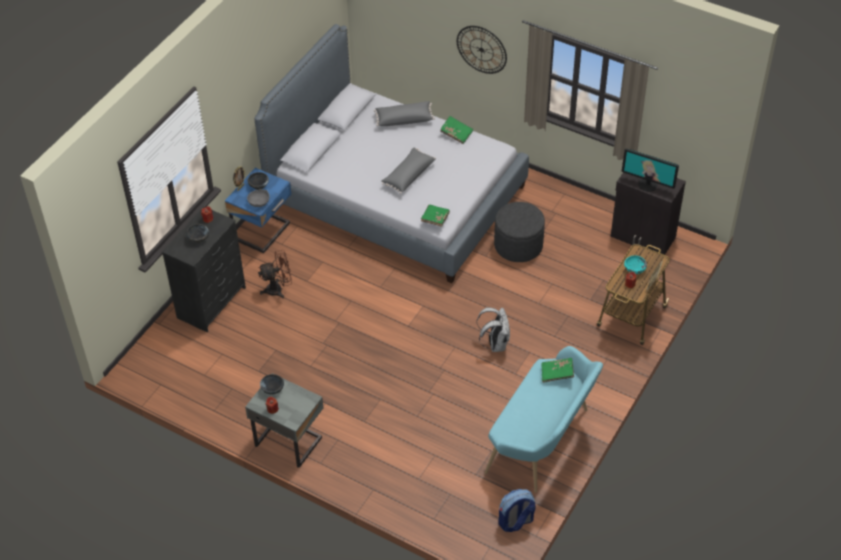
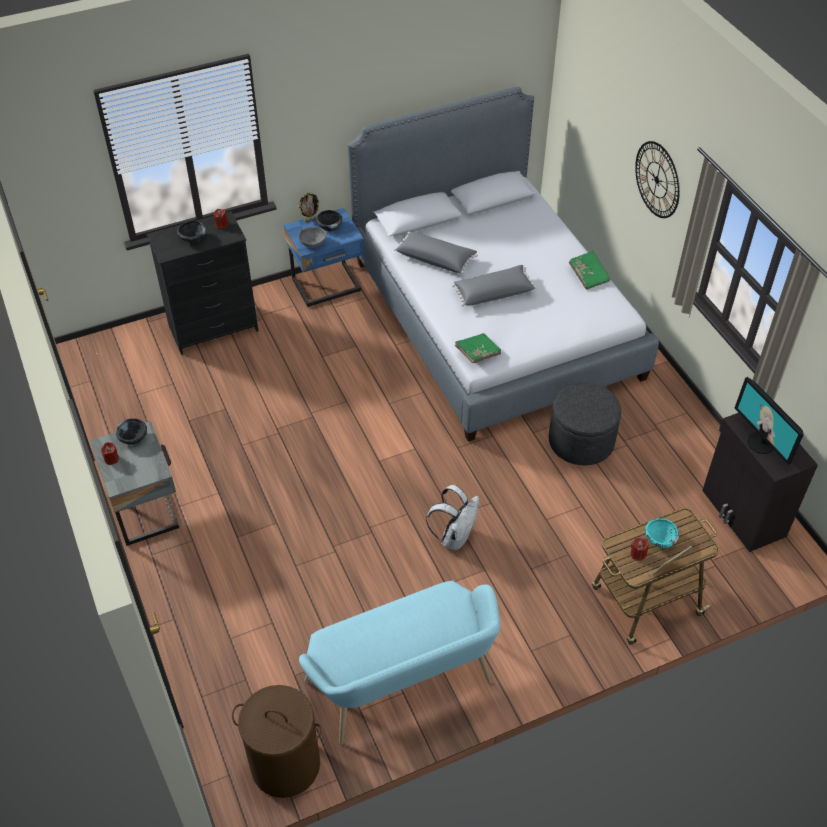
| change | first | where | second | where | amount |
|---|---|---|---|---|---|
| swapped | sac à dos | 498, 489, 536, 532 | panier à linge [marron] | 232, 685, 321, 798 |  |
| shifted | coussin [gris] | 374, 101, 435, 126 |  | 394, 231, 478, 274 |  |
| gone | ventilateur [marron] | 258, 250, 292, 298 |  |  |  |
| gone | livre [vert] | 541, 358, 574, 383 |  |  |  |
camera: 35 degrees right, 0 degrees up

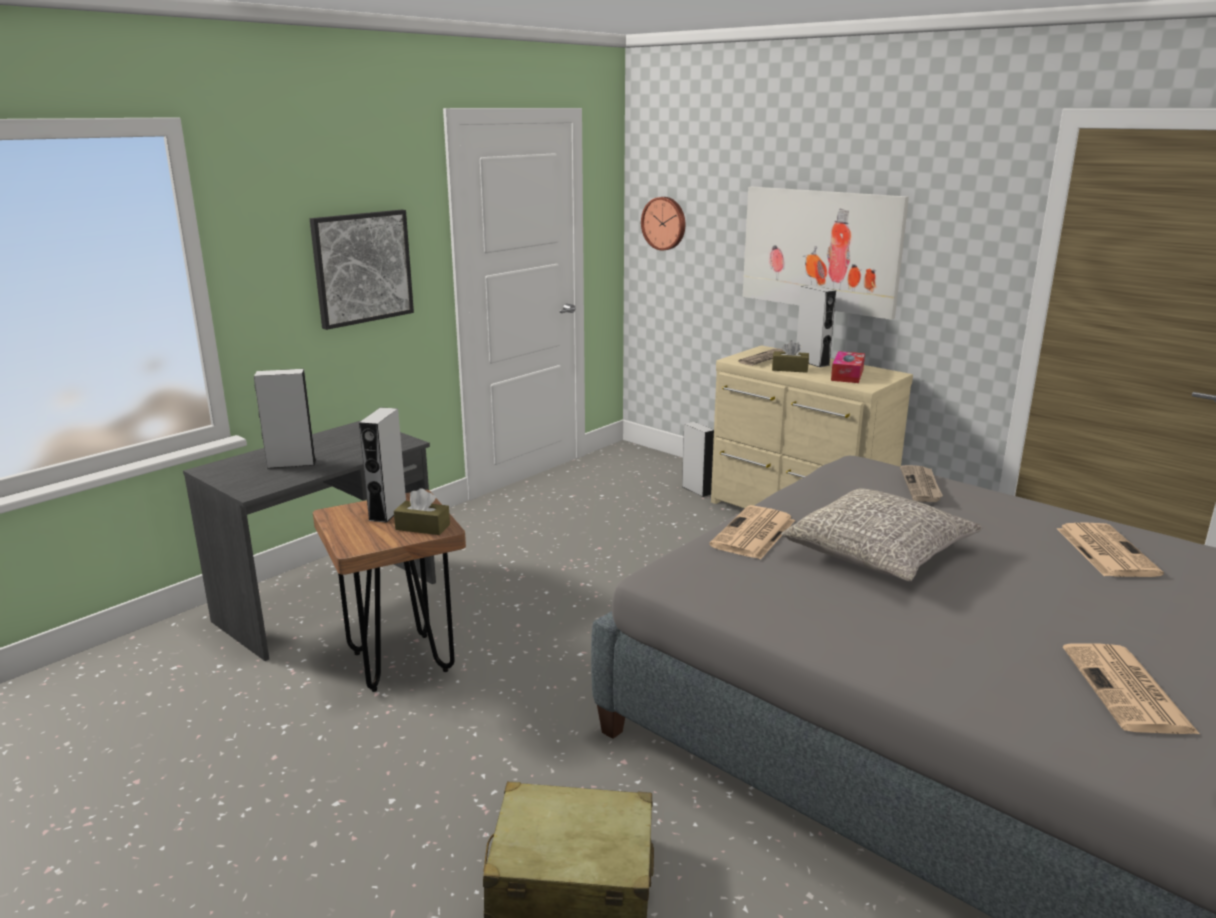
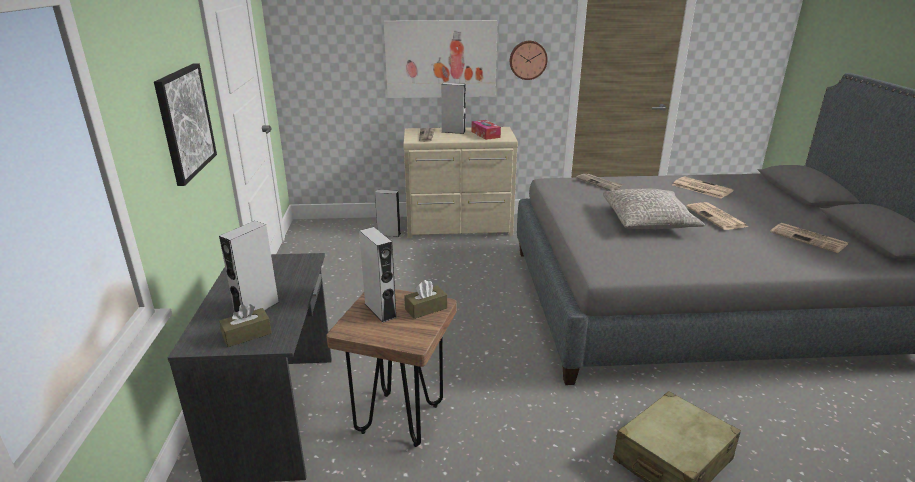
| change | first | where | second | where | amount |
|---|---|---|---|---|---|
| shifted | boîte à mouchoirs [marron] | 772, 340, 809, 373 |  | 219, 304, 272, 347 |  |
| shifted | horloge murale | 641, 197, 685, 251 |  | 510, 41, 548, 80 |  |
| shifted | journal | 709, 505, 795, 560 |  | 686, 202, 749, 230 |  |
camera: 45 degrees left, 5 degrees up

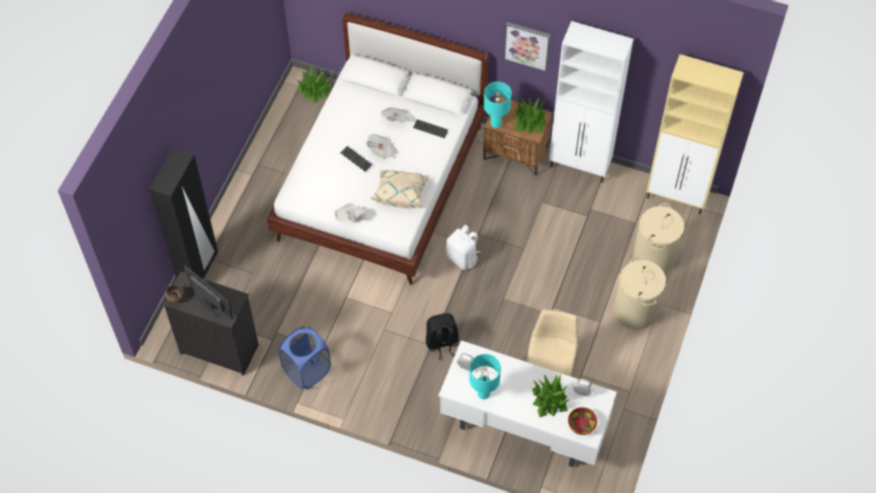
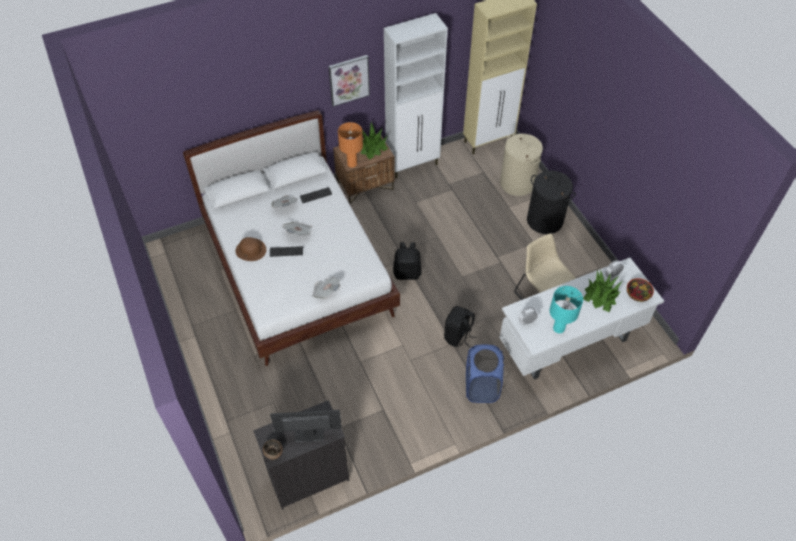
| change | first | where | second | where | amount |
|---|---|---|---|---|---|
| new |  |  | chapeau [marron] | 235, 237, 266, 261 |  |
| repainted | lampe de table [turquoise] | 484, 82, 512, 128 | lampe de table [orange] | 338, 122, 363, 168 |  |
| repainted | sac à dos [blanc] | 446, 225, 480, 270 | sac à dos [noir] | 393, 242, 422, 280 |  |
| shifted | panier à linge [bleu] | 279, 327, 331, 389 |  | 466, 345, 504, 403 |  |
| repainted | panier à linge [beige] | 614, 257, 666, 330 | panier à linge [noir] | 527, 170, 576, 234 |  |
| gone | armoire [noir] | 149, 148, 218, 279 |  |  |  |
| gone | plante en pot | 297, 65, 332, 104 |  |  |  |
| gone | coussin [beige] | 370, 170, 429, 208 |  |  |  |
camera: 45 degrees left, 5 degrees down

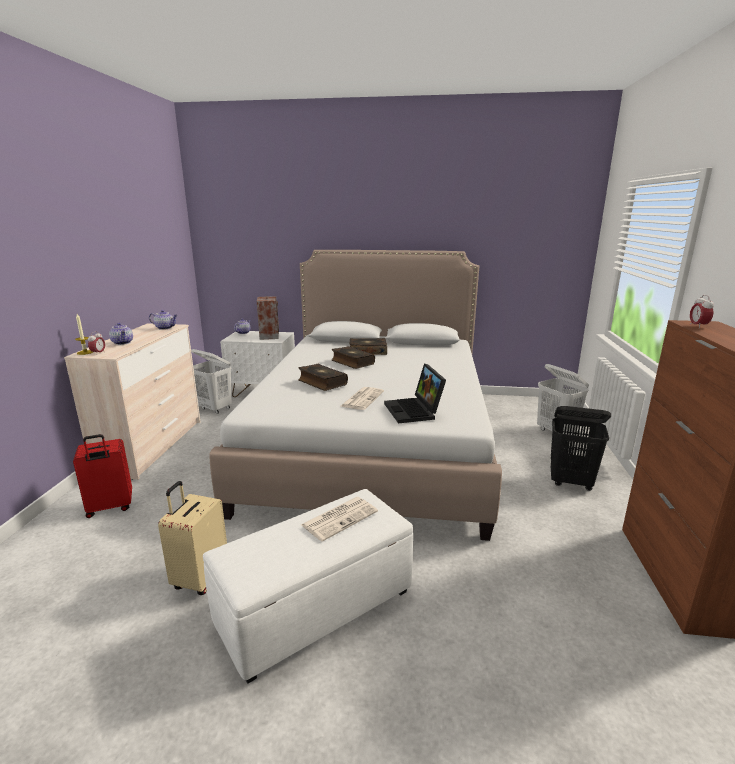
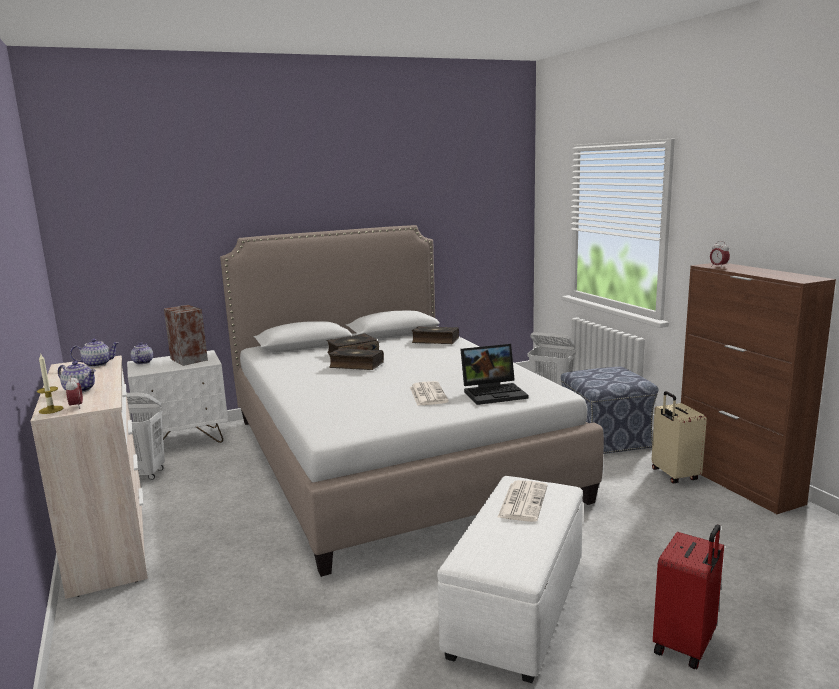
| change | first | where | second | where | amount |
|---|---|---|---|---|---|
| shifted | livre | 298, 364, 348, 391 |  | 412, 326, 459, 344 |  |
| rotated | ordinateur portable | 384, 364, 446, 423 |  | 460, 344, 528, 405 | 60 degrees counterclockwise |
| swapped | panier à linge [noir] | 551, 406, 611, 491 | pouf | 561, 367, 658, 454 |  |
| shifted | valise [beige] | 158, 481, 227, 595 |  | 652, 391, 707, 483 |  |
| shifted | valise [rouge] | 73, 434, 132, 518 |  | 653, 524, 724, 669 |  |
camera: 30 degrees left, 5 degrees down

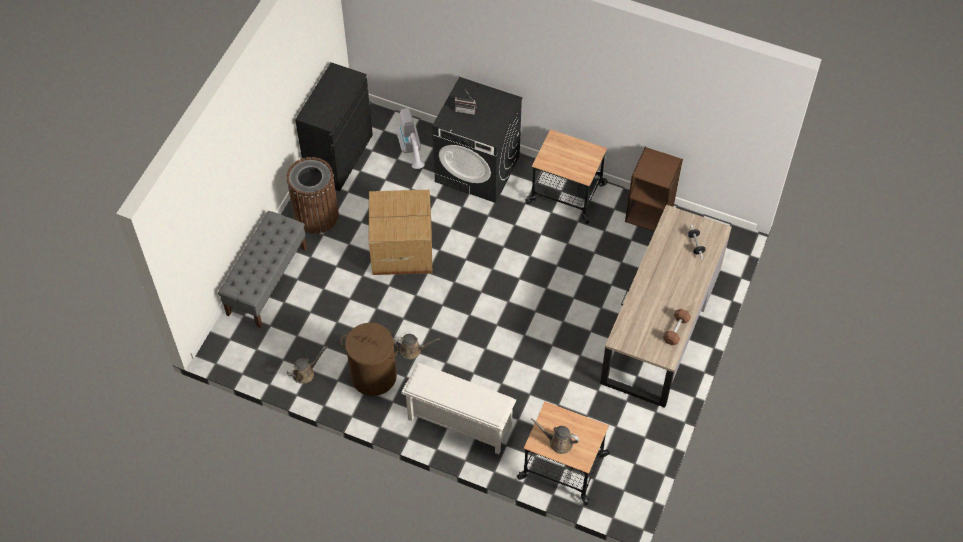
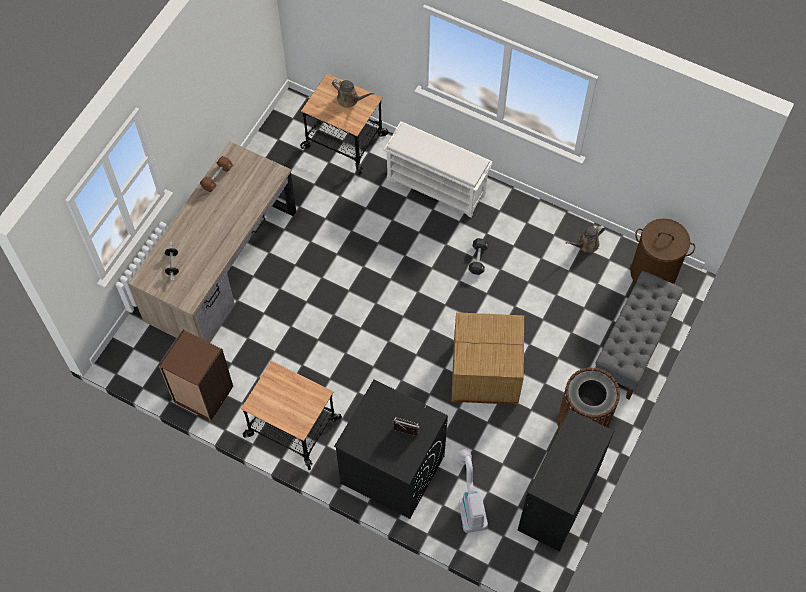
| change | first | where | second | where | amount |
|---|---|---|---|---|---|
| swapped | arrosoir [marron] | 394, 334, 440, 359 | haltère [noir] | 468, 238, 489, 275 |  |
| shifted | panier à linge [marron] | 340, 323, 399, 396 |  | 630, 218, 695, 284 |  |
camera: 175 degrees left, 5 degrees up

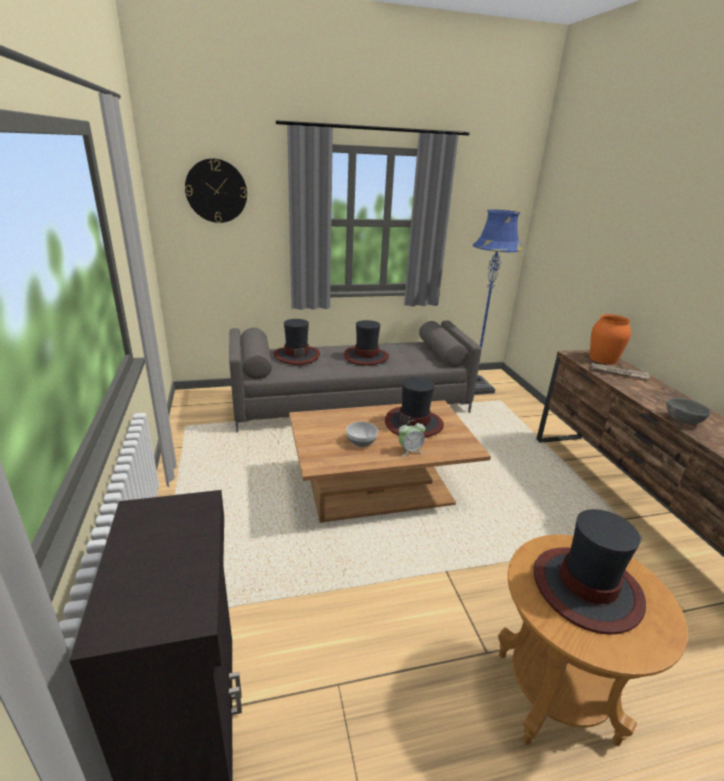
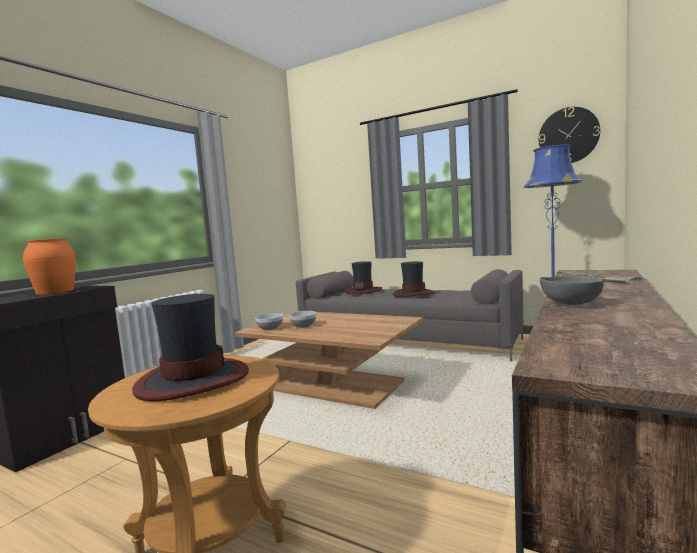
| change | first | where | second | where | amount |
|---|---|---|---|---|---|
| shifted | vase [orange] | 590, 314, 631, 364 |  | 23, 238, 76, 295 |  |
| new |  |  | bol | 255, 313, 283, 330 |  |
| shifted | horloge murale | 185, 158, 247, 223 |  | 539, 107, 600, 163 |  |
| gone | chapeau | 385, 377, 444, 438 |  |  |  |
| gone | réveil | 399, 420, 425, 456 |  |  |  |
camera: 45 degrees right, 20 degrees down

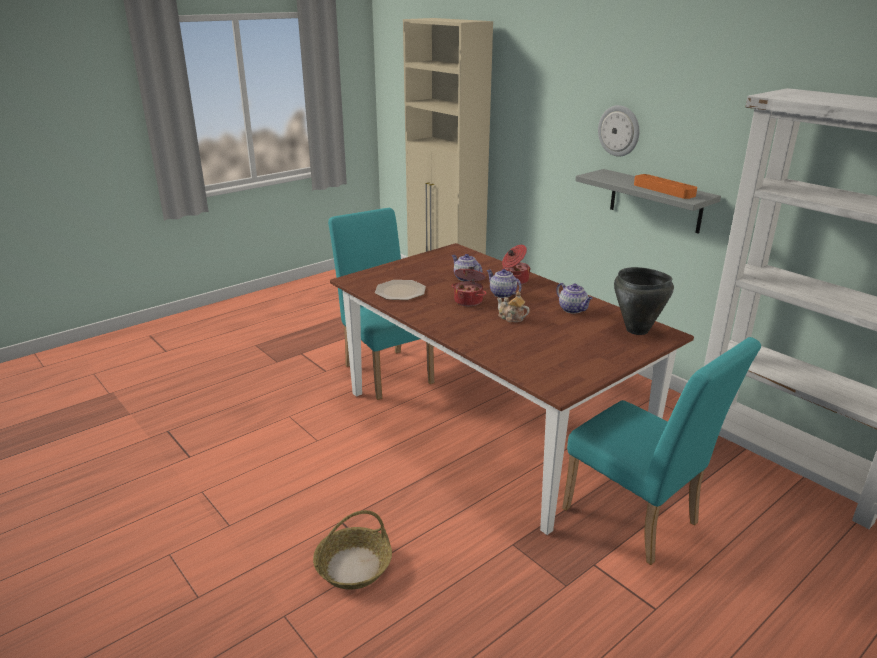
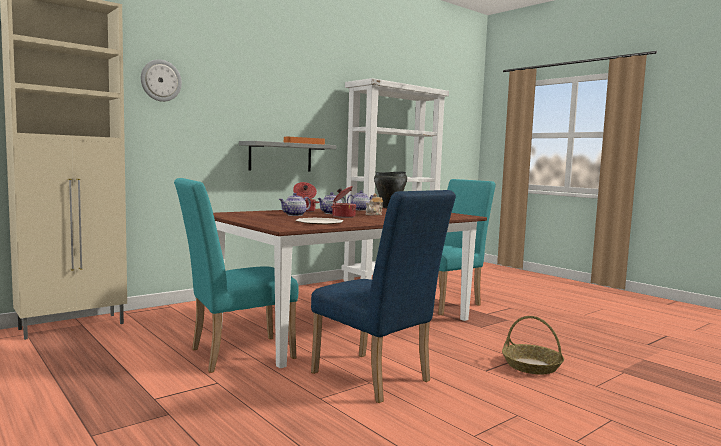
| change | first | where | second | where | amount |
|---|---|---|---|---|---|
| shifted | horloge murale | 598, 105, 640, 157 |  | 141, 59, 182, 102 |  |
| new |  |  | chaise [bleu] | 311, 190, 456, 403 |  |
camera: 90 degrees left, 20 degrees down

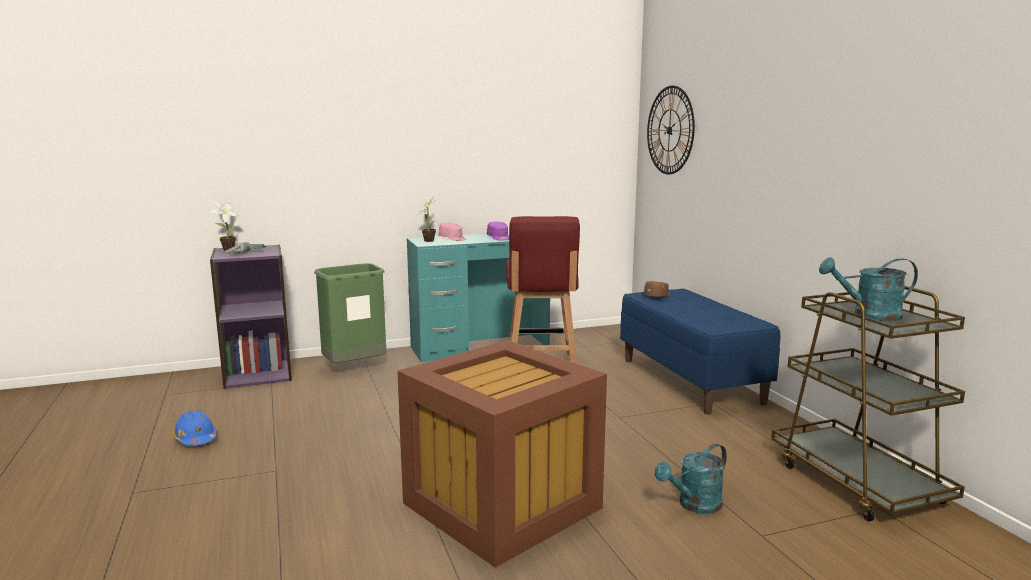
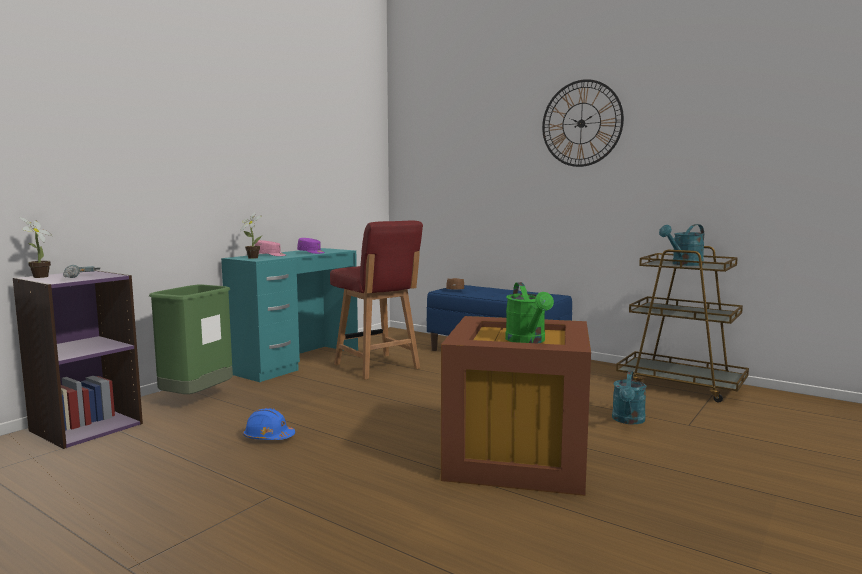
| change | first | where | second | where | amount |
|---|---|---|---|---|---|
| shifted | casque de chantier [bleu] | 173, 410, 217, 446 |  | 243, 408, 295, 440 |  |
| new |  |  | arrosoir [vert] | 505, 282, 554, 343 |  |
| shifted | horloge murale | 647, 85, 695, 175 |  | 542, 79, 624, 167 |  |
camera: 35 degrees left, 5 degrees down

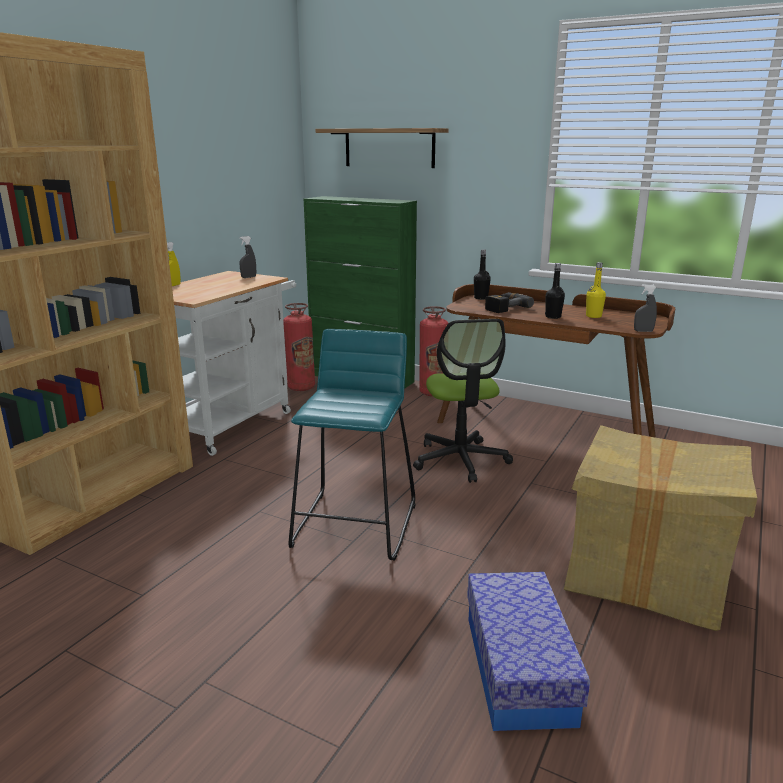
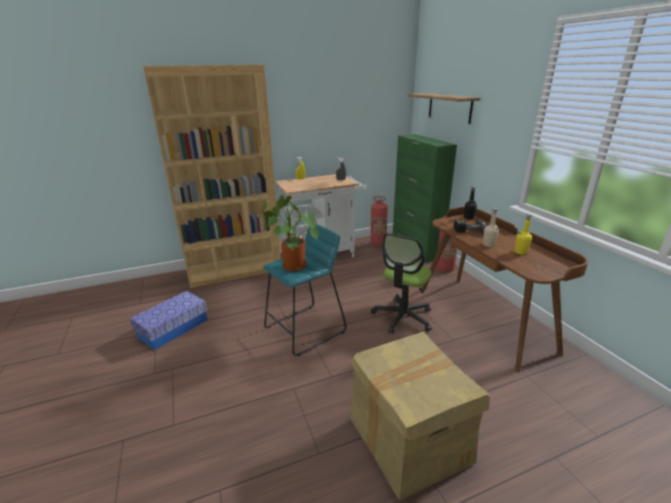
| change | first | where | second | where | amount |
|---|---|---|---|---|---|
| shifted | boîte de rangement | 467, 572, 590, 731 |  | 130, 291, 208, 350 |  |
| new |  |  | plante en pot | 259, 195, 319, 271 |  |
| repainted | bouteille [noir] | 545, 263, 565, 319 | bouteille [beige] | 483, 208, 499, 247 |  |
| gone | vaporisateur [gris] | 634, 284, 657, 332 |  |  |  |
camera: 40 degrees right, 5 degrees up

